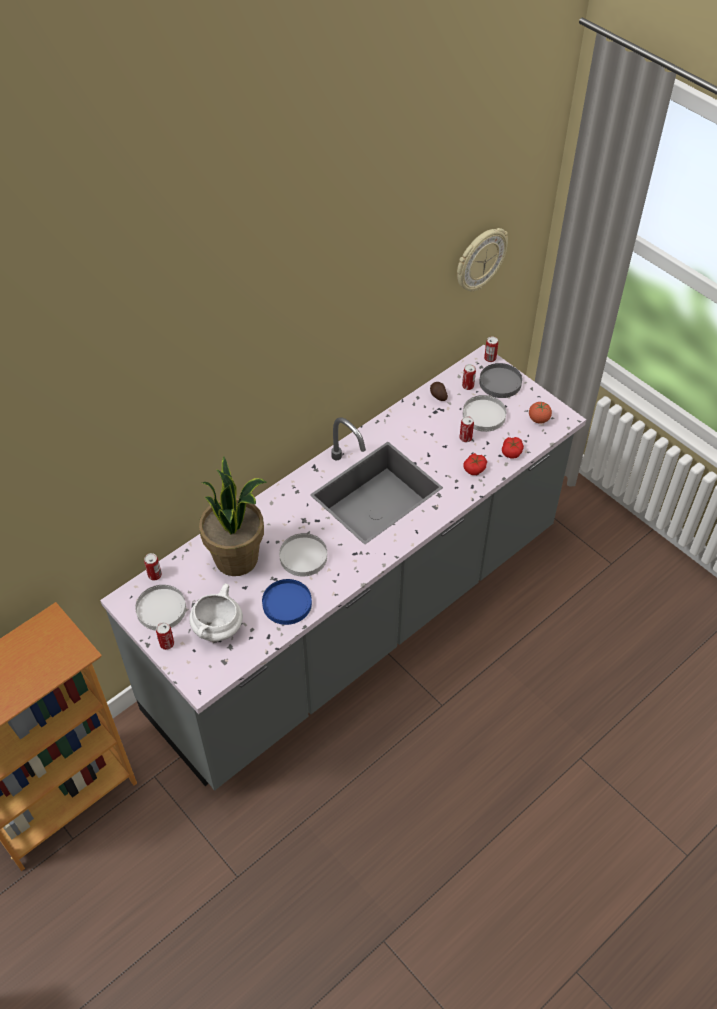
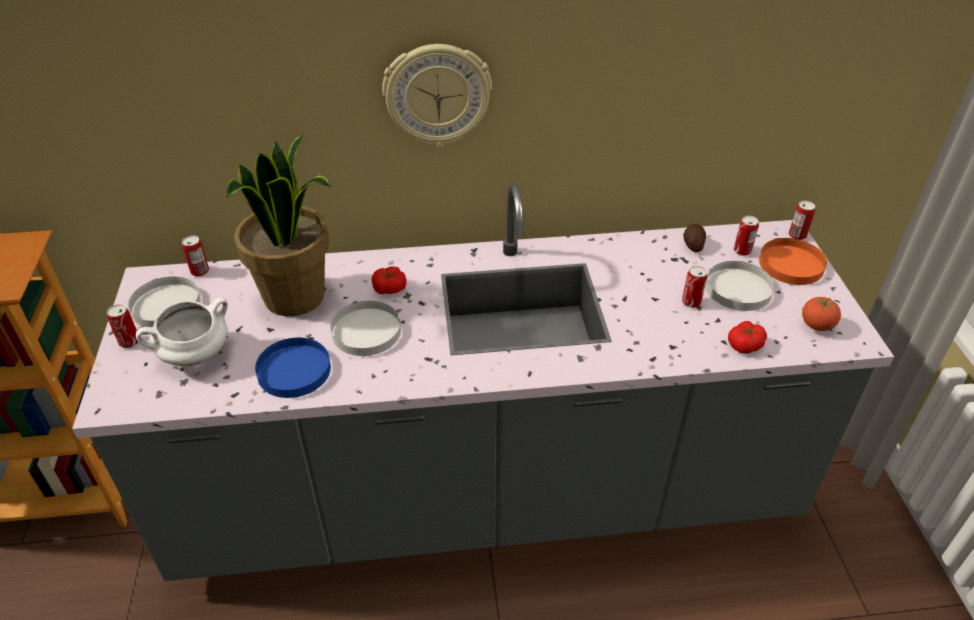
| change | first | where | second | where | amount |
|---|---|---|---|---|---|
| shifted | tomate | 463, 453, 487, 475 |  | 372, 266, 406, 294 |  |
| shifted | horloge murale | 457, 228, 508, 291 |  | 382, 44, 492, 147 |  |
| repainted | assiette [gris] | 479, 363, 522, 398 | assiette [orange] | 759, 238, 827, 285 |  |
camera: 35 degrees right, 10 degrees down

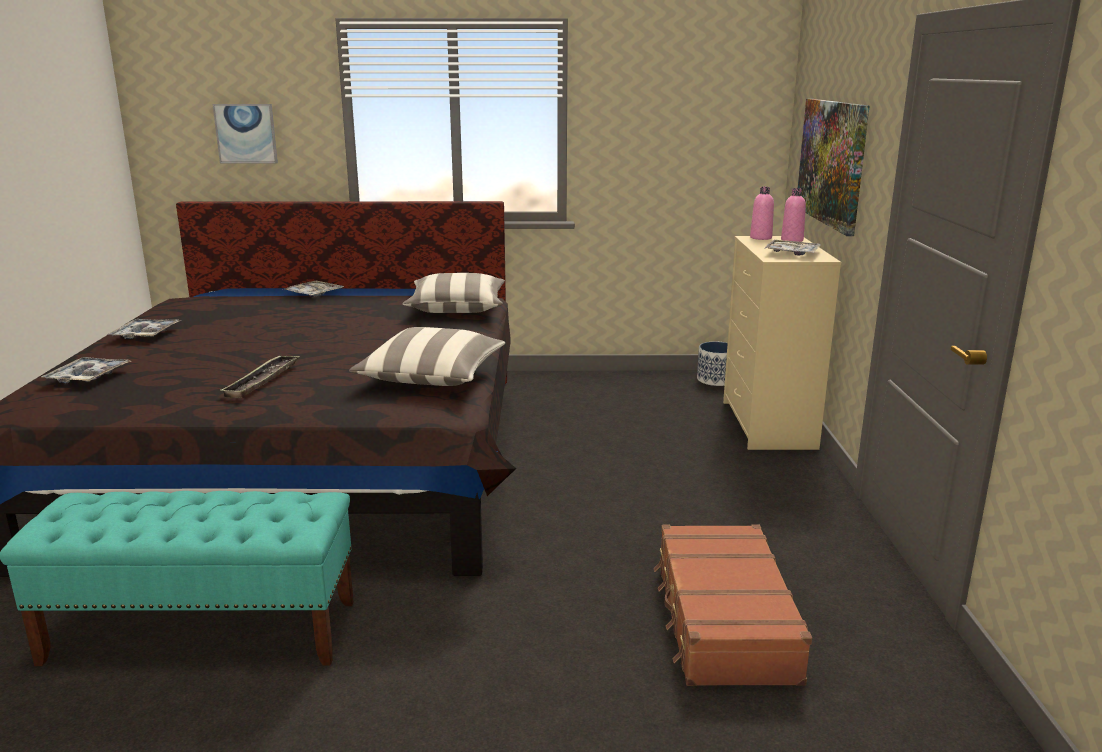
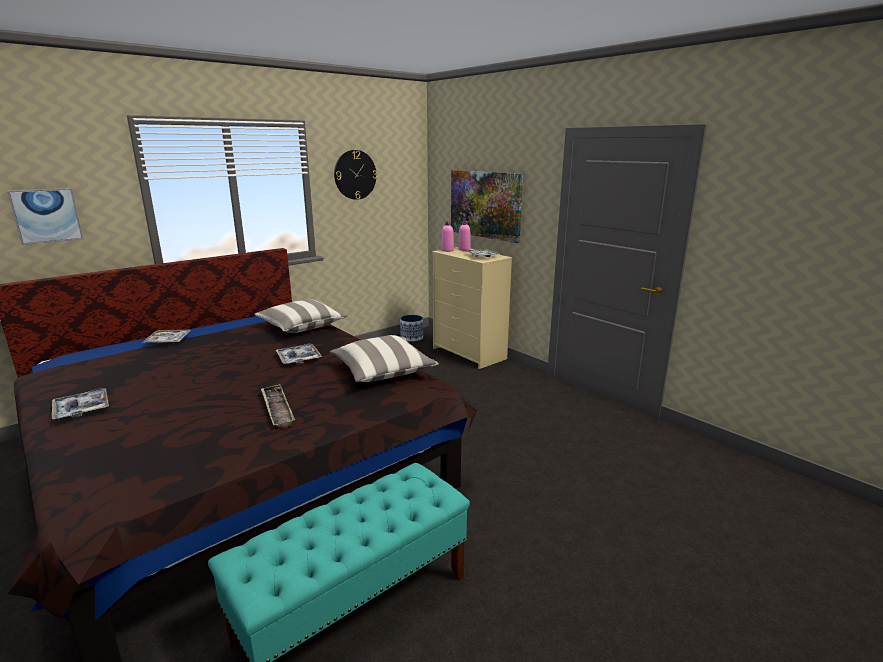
| change | first | where | second | where | amount |
|---|---|---|---|---|---|
| shifted | plateau | 41, 357, 131, 383 |  | 276, 344, 322, 364 |  |
| new |  |  | horloge murale | 334, 150, 377, 200 |  |
| gone | valise [marron] | 654, 524, 812, 686 |  |  |  |
camera: 40 degrees left, 0 degrees up

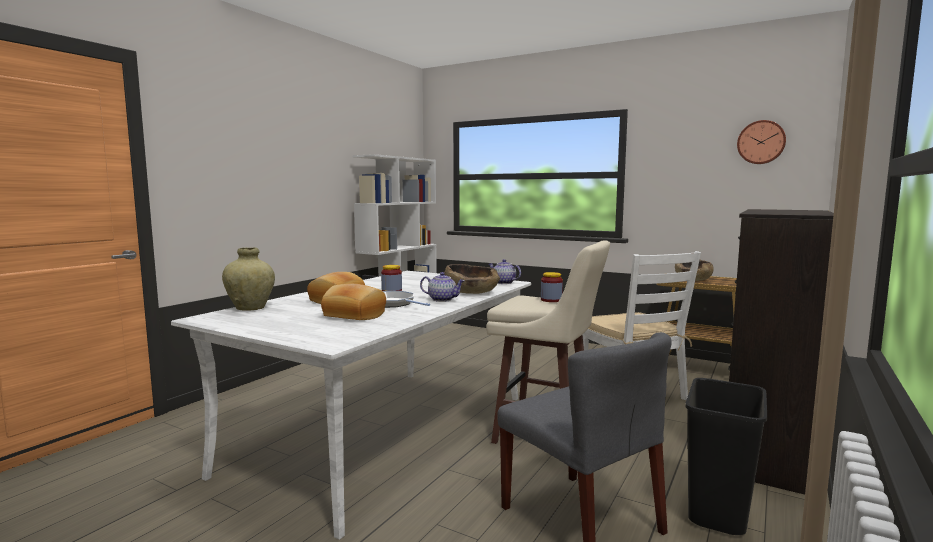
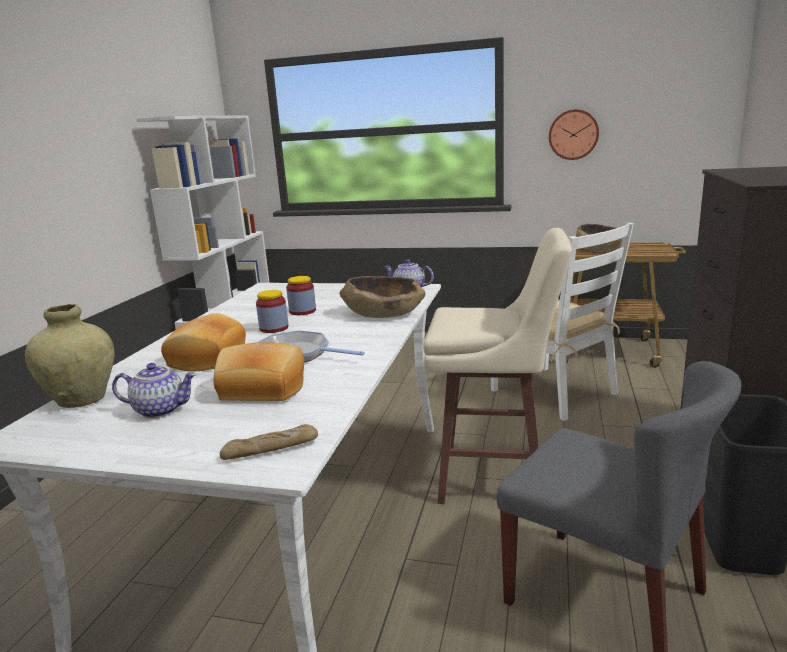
| change | first | where | second | where | amount |
|---|---|---|---|---|---|
| shifted | théière | 420, 272, 465, 302 |  | 112, 363, 197, 418 |  |
| new |  |  | pain | 220, 424, 318, 460 |  |
| shifted | bocal | 541, 272, 563, 302 |  | 286, 276, 316, 315 |  |
| shifted | horloge murale | 737, 120, 786, 164 |  | 549, 109, 599, 160 |  |
camera: 15 degrees left, 10 degrees up

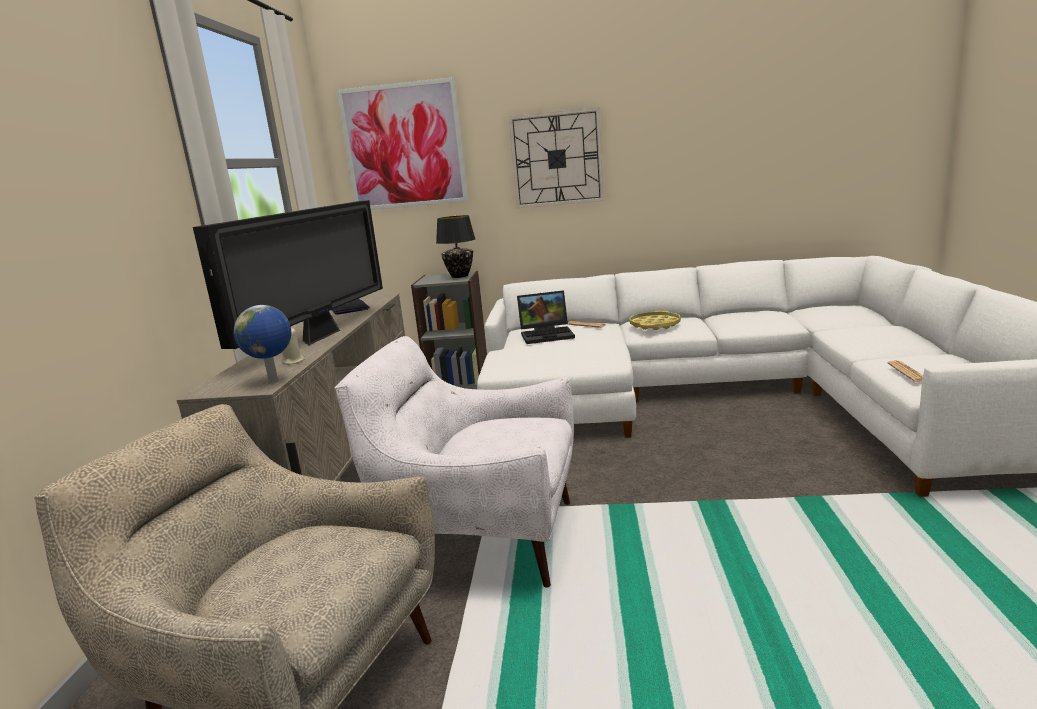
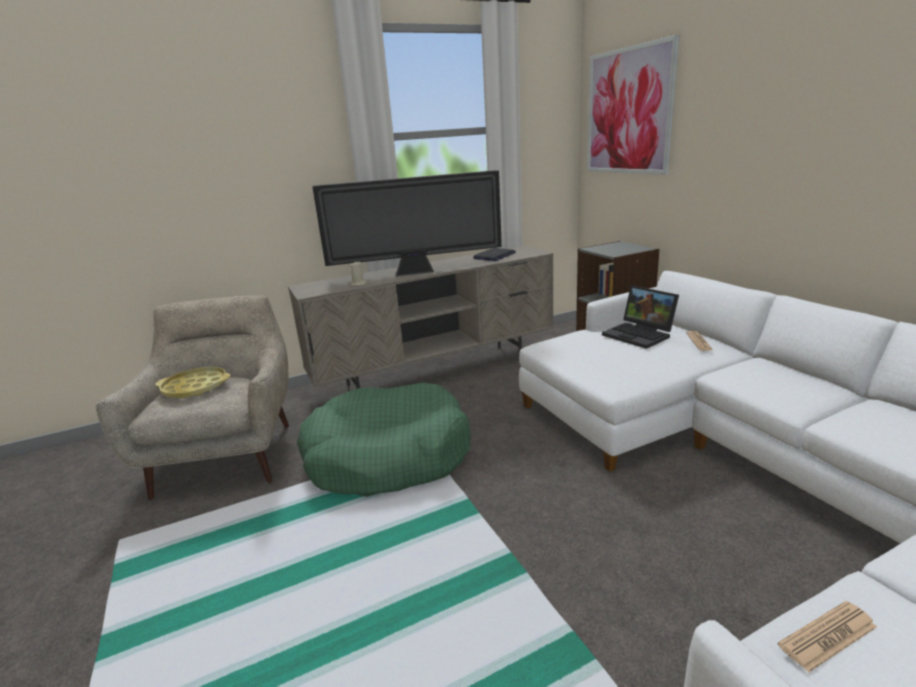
| change | first | where | second | where | amount |
|---|---|---|---|---|---|
| shifted | plateau [jaune] | 629, 310, 681, 330 |  | 155, 367, 231, 399 |  |
| swapped | fauteuil [blanc] | 335, 336, 574, 588 | panier pour chien [vert] | 297, 382, 471, 497 |  |
| gone | globe | 234, 305, 291, 382 |  |  |  |
| gone | lampe de table [noir] | 436, 215, 475, 278 |  |  |  |
| gone | horloge murale | 509, 107, 604, 208 |  |  |  |
camera: 60 degrees right, 5 degrees up

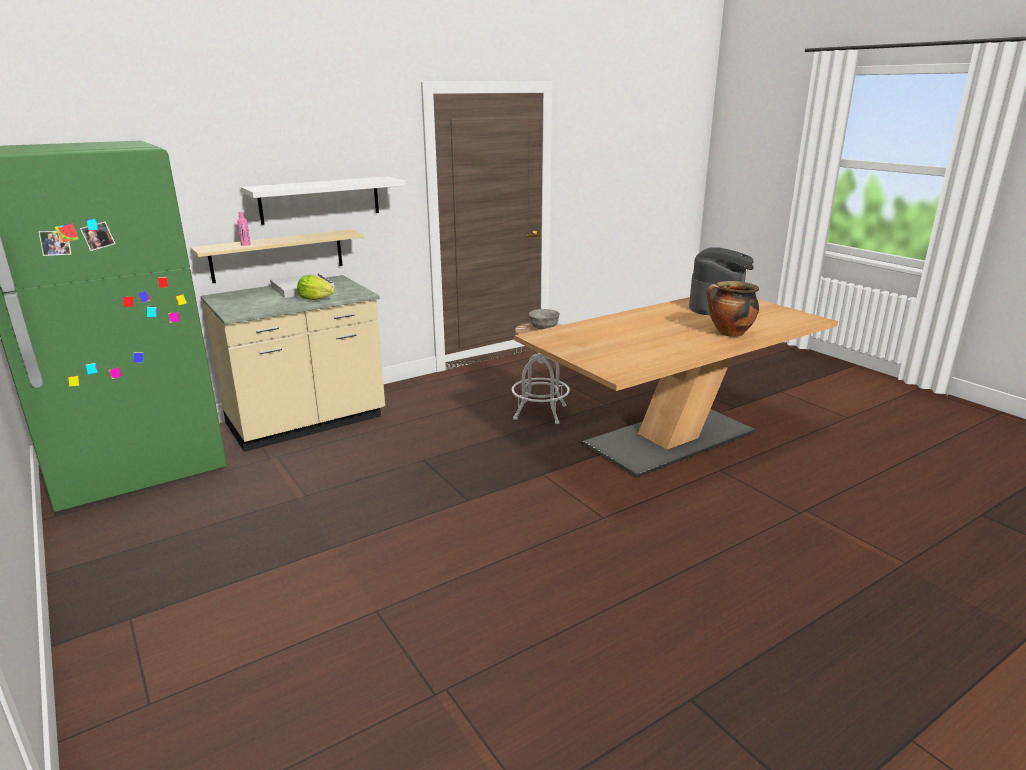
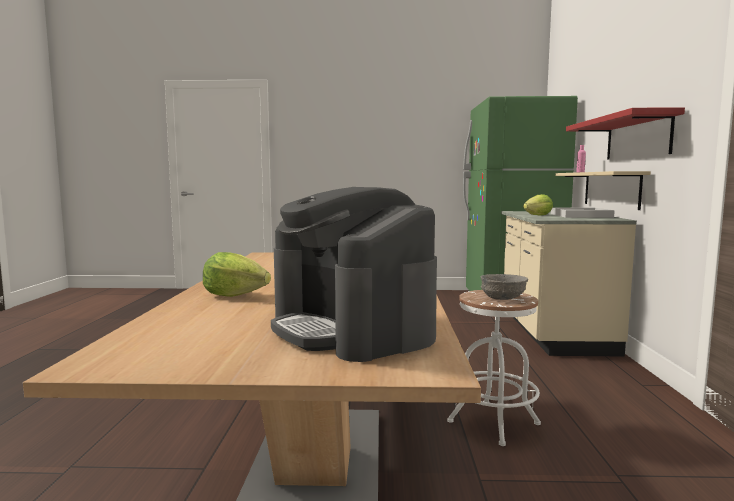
| change | first | where | second | where | amount |
|---|---|---|---|---|---|
| swapped | marmite | 706, 281, 759, 337 | laitue | 203, 252, 271, 297 |  |
| repainted | étagère [blanc] | 241, 176, 406, 225 | étagère [rouge] | 566, 107, 685, 160 |  |
camera: 125 degrees right, 15 degrees down

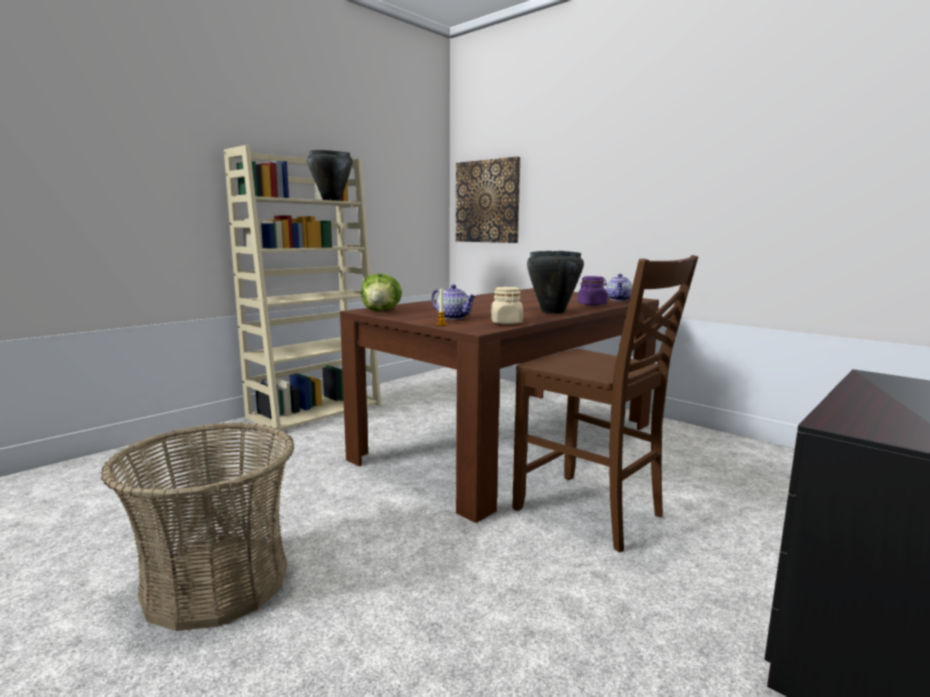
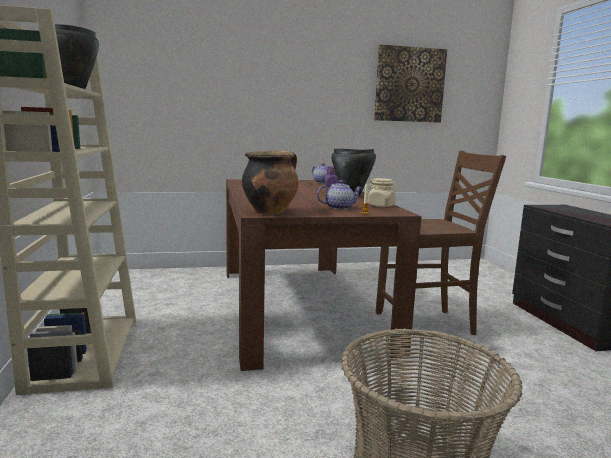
| change | first | where | second | where | amount |
|---|---|---|---|---|---|
| swapped | laitue | 361, 274, 402, 311 | marmite | 242, 150, 298, 215 |  |
| shifted | tableau | 456, 157, 520, 243 |  | 374, 45, 447, 123 |  |
camera: 55 degrees left, 0 degrees up

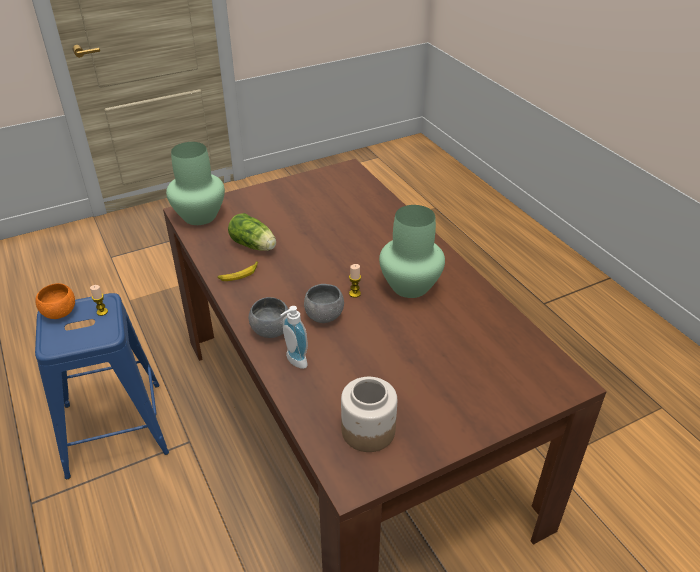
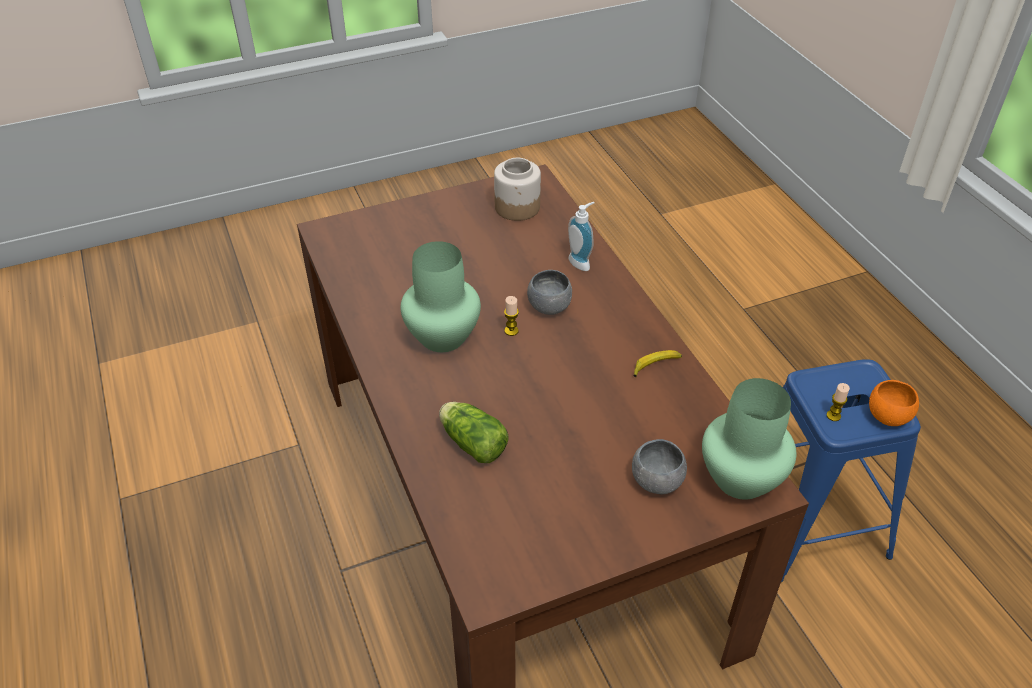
| change | first | where | second | where | amount |
|---|---|---|---|---|---|
| shifted | laitue | 228, 213, 276, 251 |  | 439, 402, 509, 463 |  |
| shifted | bol [gris] | 249, 297, 289, 338 |  | 632, 439, 687, 494 |  |
camera: 175 degrees left, 5 degrees up

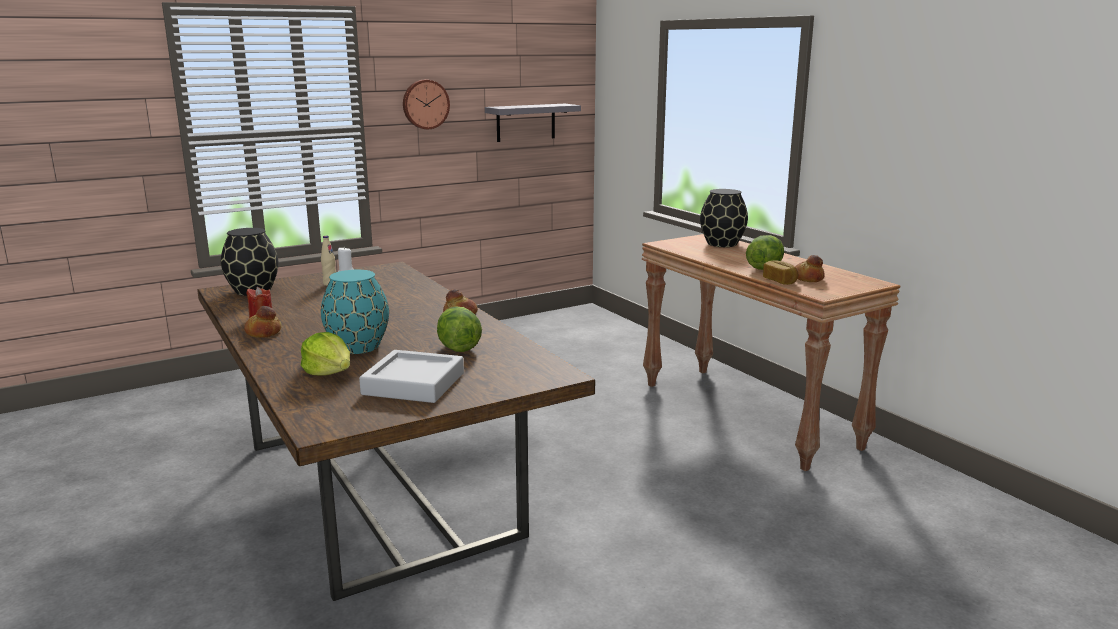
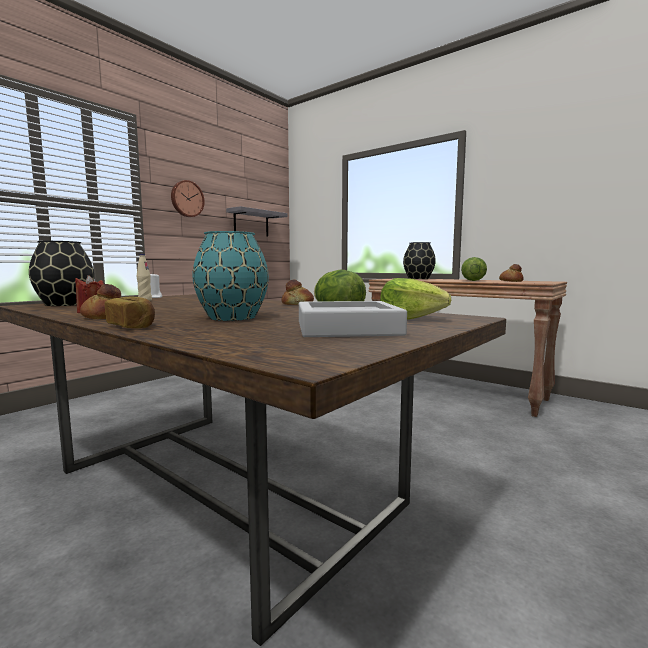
| change | first | where | second | where | amount |
|---|---|---|---|---|---|
| shifted | pain | 763, 260, 798, 285 |  | 105, 297, 155, 328 |  |
| shifted | laitue | 301, 332, 350, 376 |  | 380, 278, 451, 320 |  |
camera: 20 degrees left, 10 degrees down

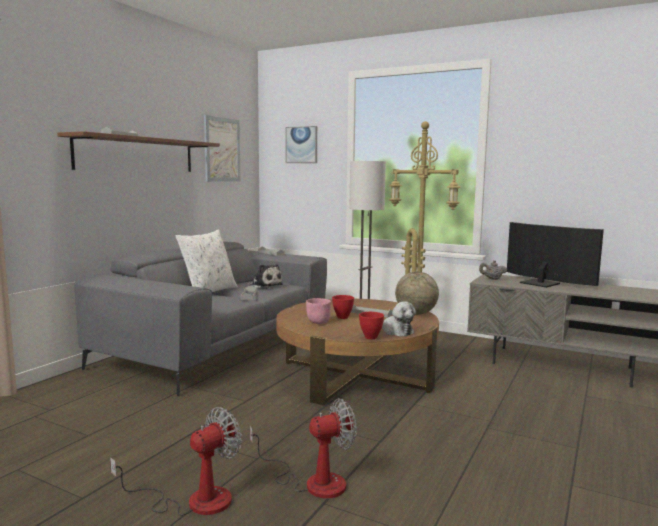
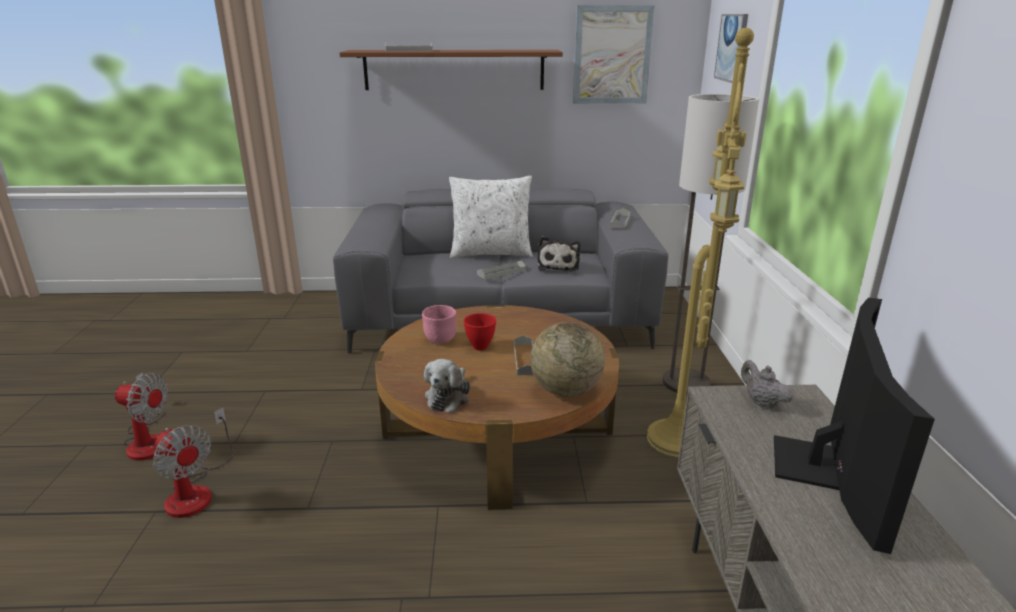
| change | first | where | second | where | amount |
|---|---|---|---|---|---|
| gone | bol [rouge] | 359, 312, 384, 339 |  |  |  |
camera: 60 degrees right, 15 degrees up

